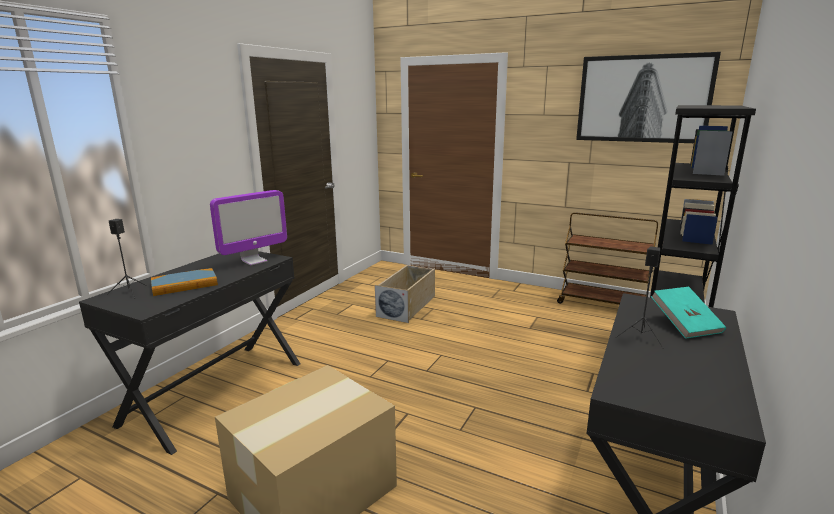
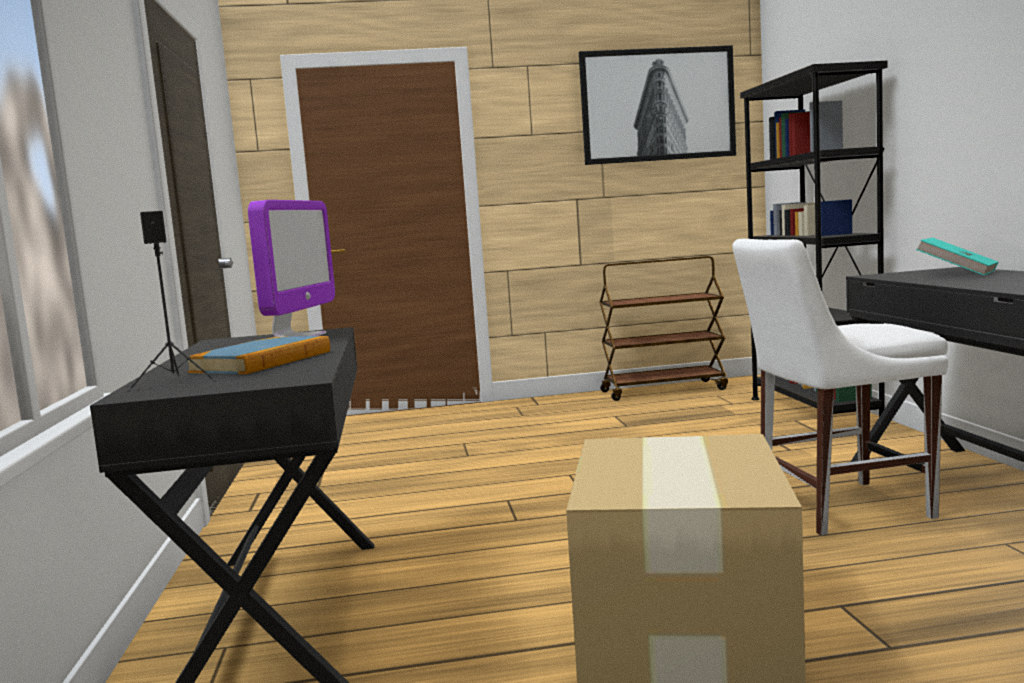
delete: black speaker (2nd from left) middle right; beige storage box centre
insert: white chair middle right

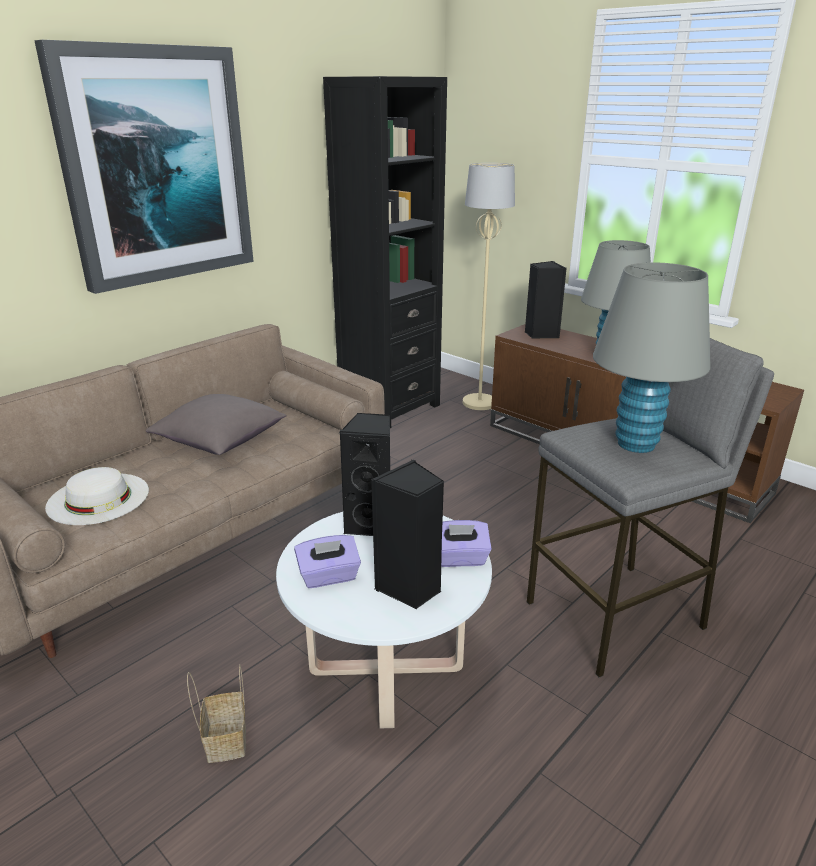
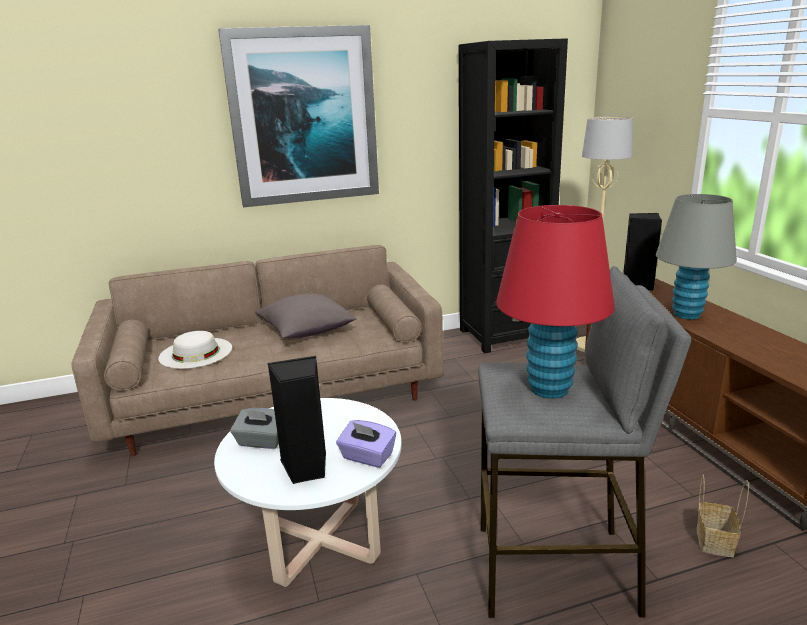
delete: black speaker (1st from left) centre
move: basket bottom left to bottom right
recolor: grey table lamp (2nd from left) middle right to red table lamp middle right; purple tissue box (1st from left) centre to grey tissue box bottom left

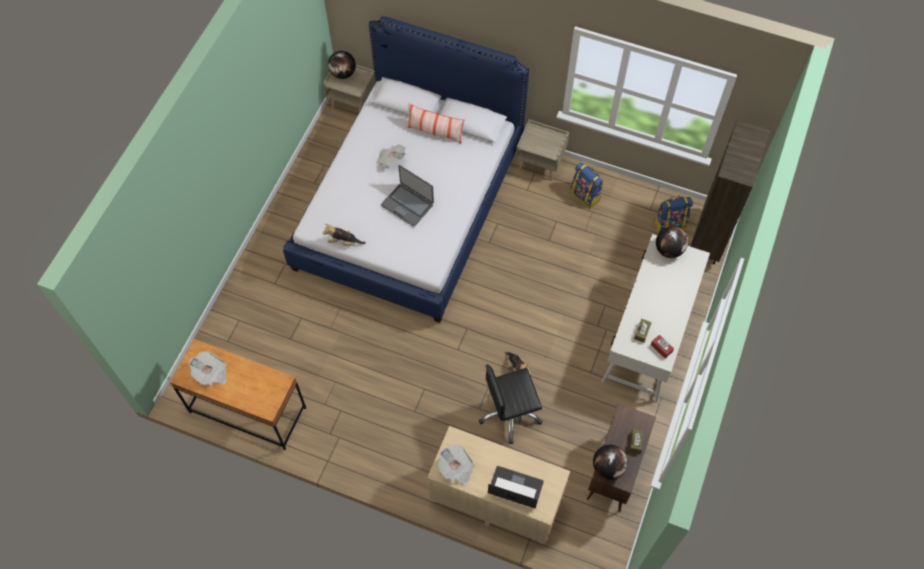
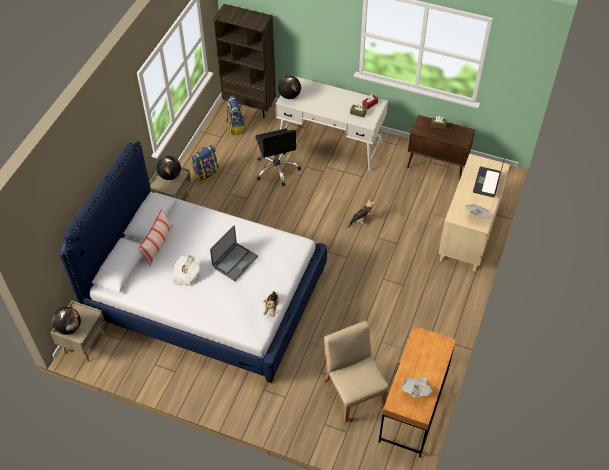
insert: beige chair bottom centre
move: black office chair bottom centre to centre; globe (2nd from left) bottom centre to middle left

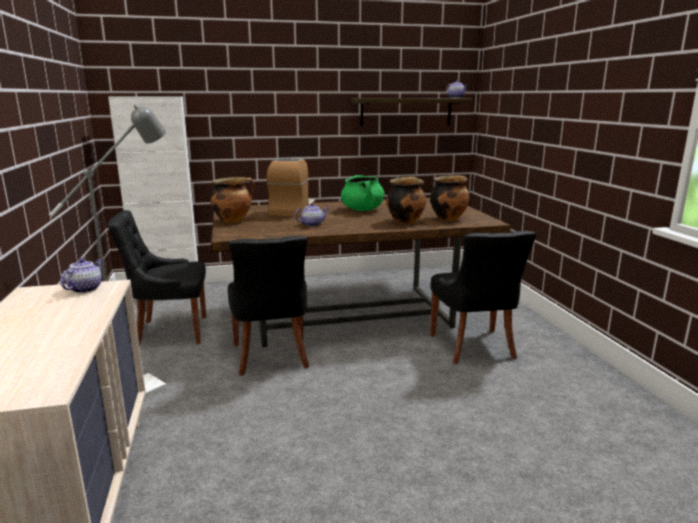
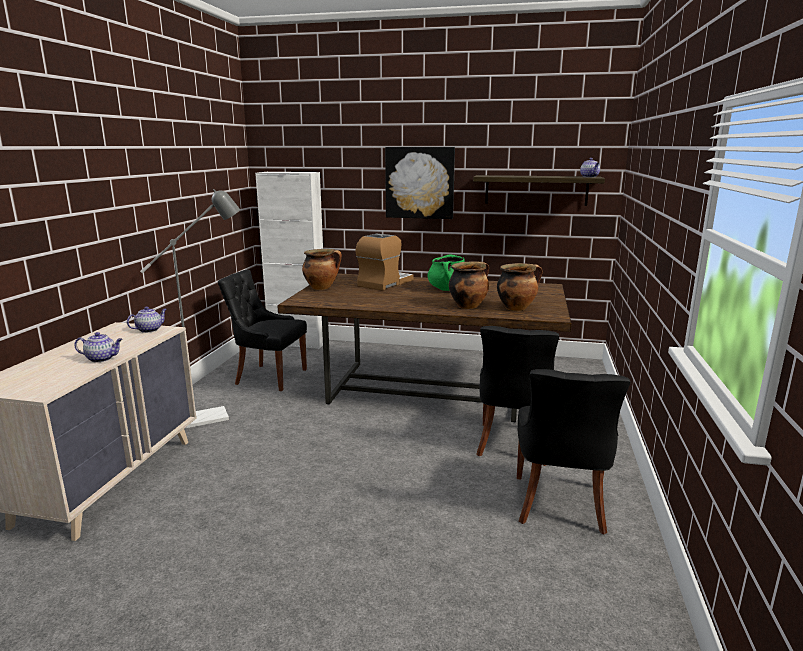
insert: picture top centre
move: teapot (2nd from left in the first image) centre to teapot (1st from left) middle left; black chair (2nd from left in the first image) centre to black chair (3rd from left) bottom right

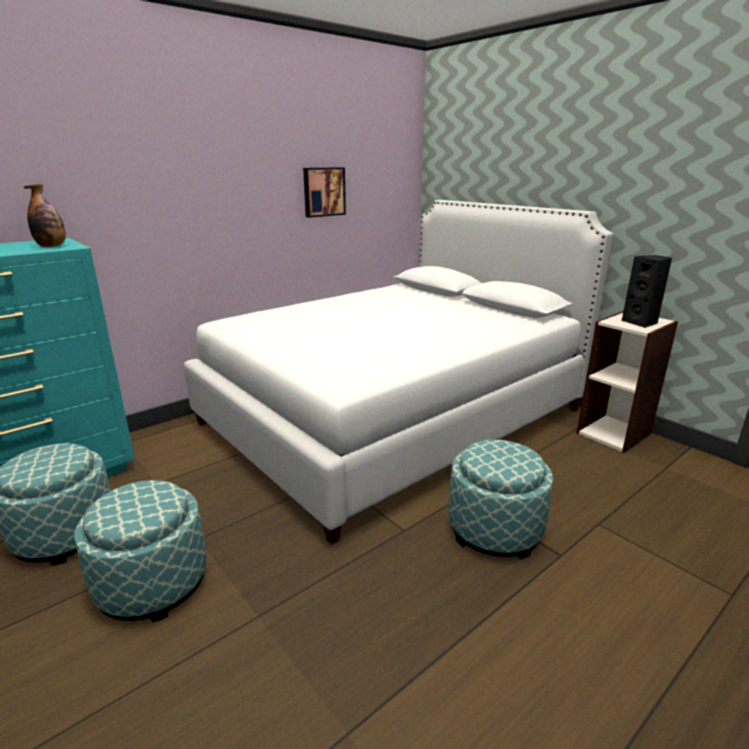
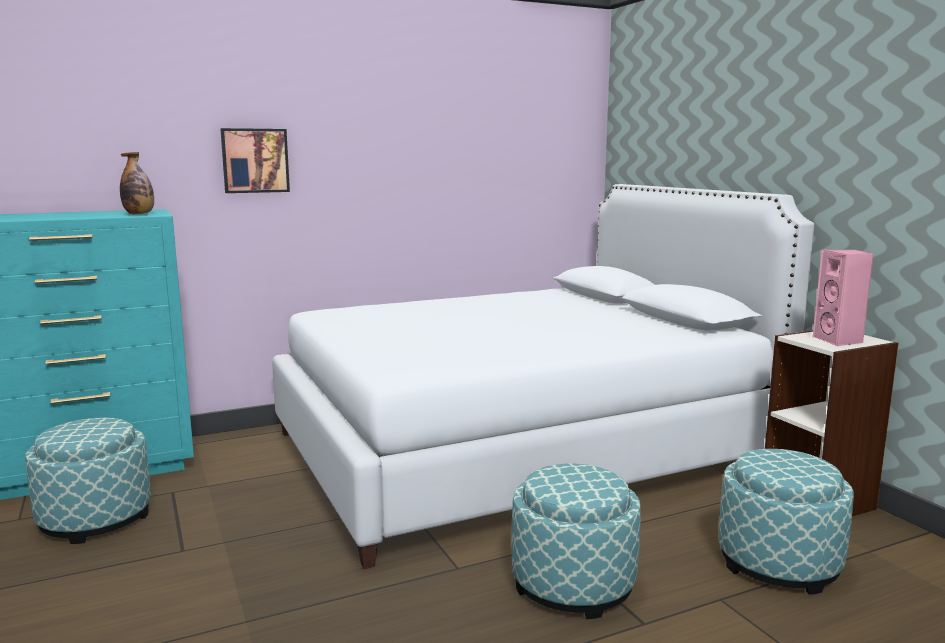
move: picture top centre to top left; ottoman (2nd from left in the first image) bottom left to ottoman (3rd from left) bottom right
recolor: black speaker middle right to pink speaker middle right

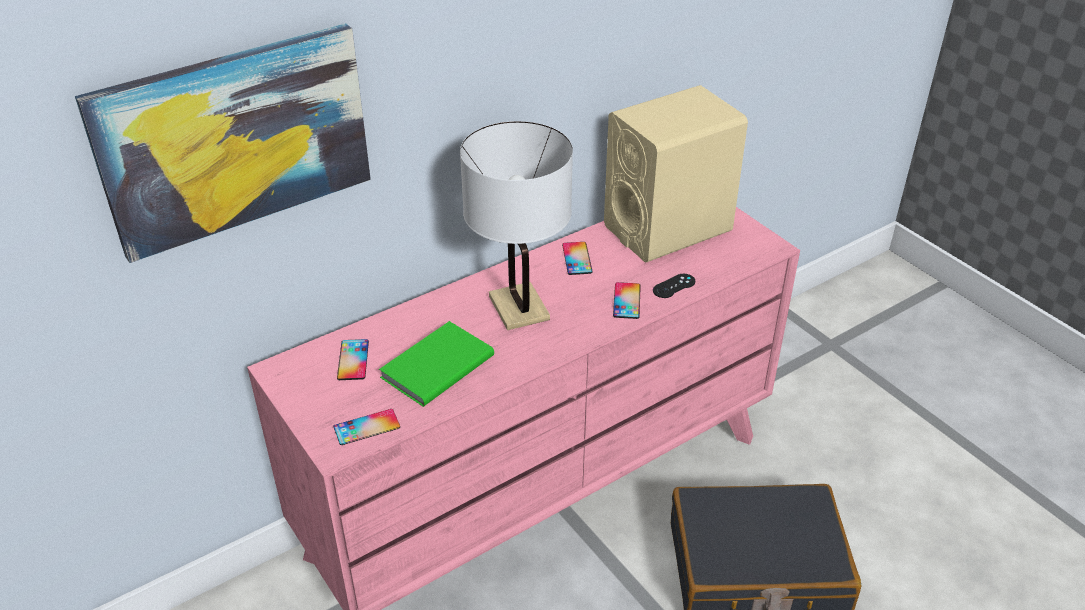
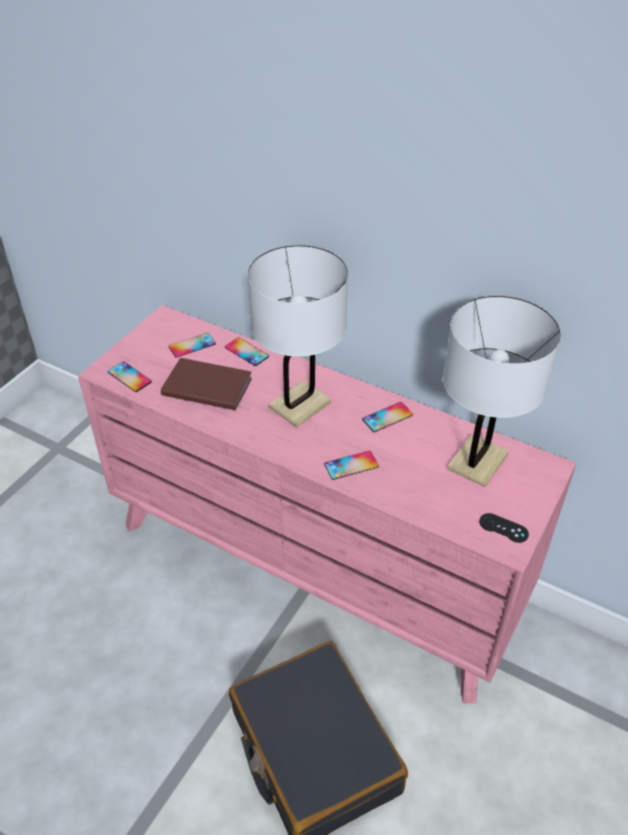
delete: picture top left
insert: phone (3rd from left) centre
move: black game controller centre to middle right
replace: beige speaker top centre to white table lamp (2nd from left) middle right
recolor: green book centre to brown book middle left

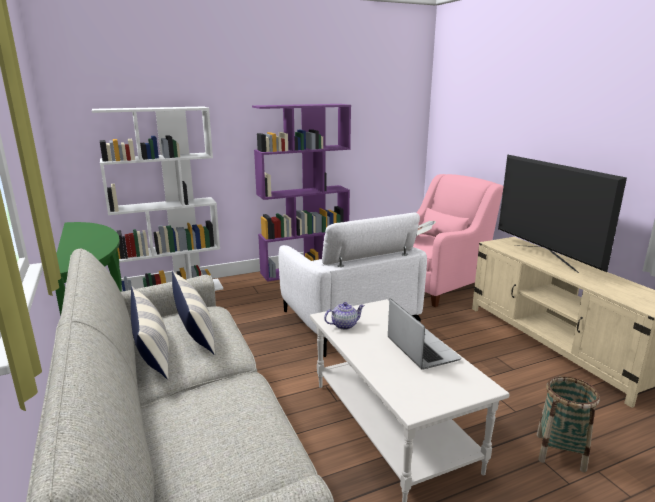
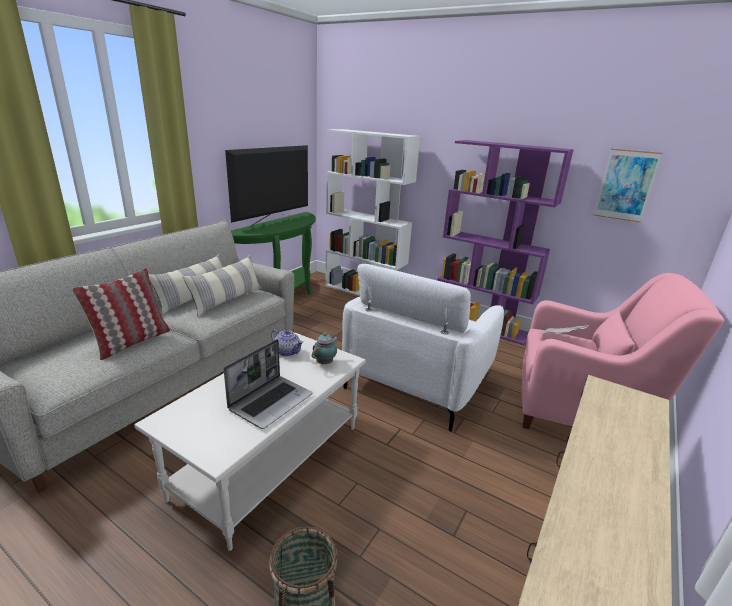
insert: picture top right; pillow (1st from left) middle left; teapot (2nd from left) centre
move: television middle right to top centre

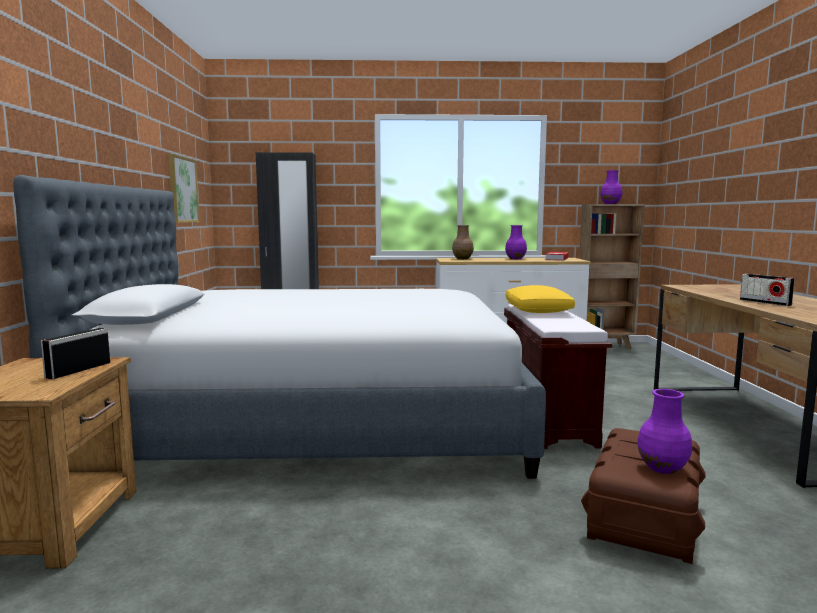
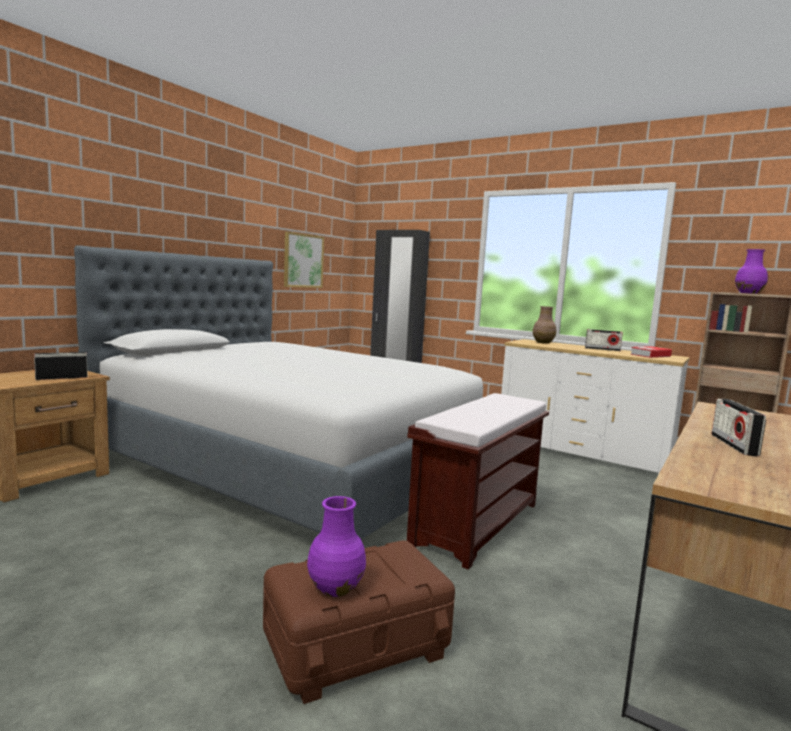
delete: yellow pillow centre
replace: purple vase (1st from left) centre to radio (2nd from left) middle right

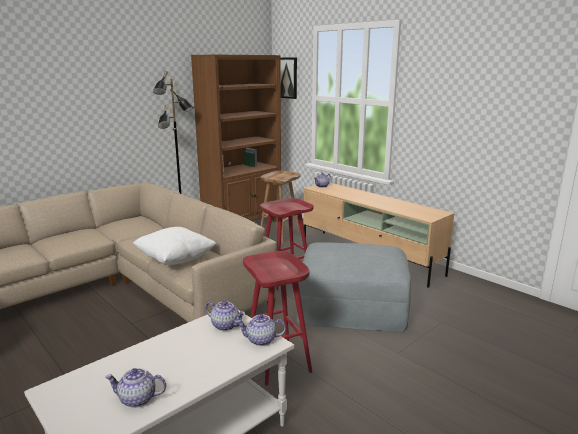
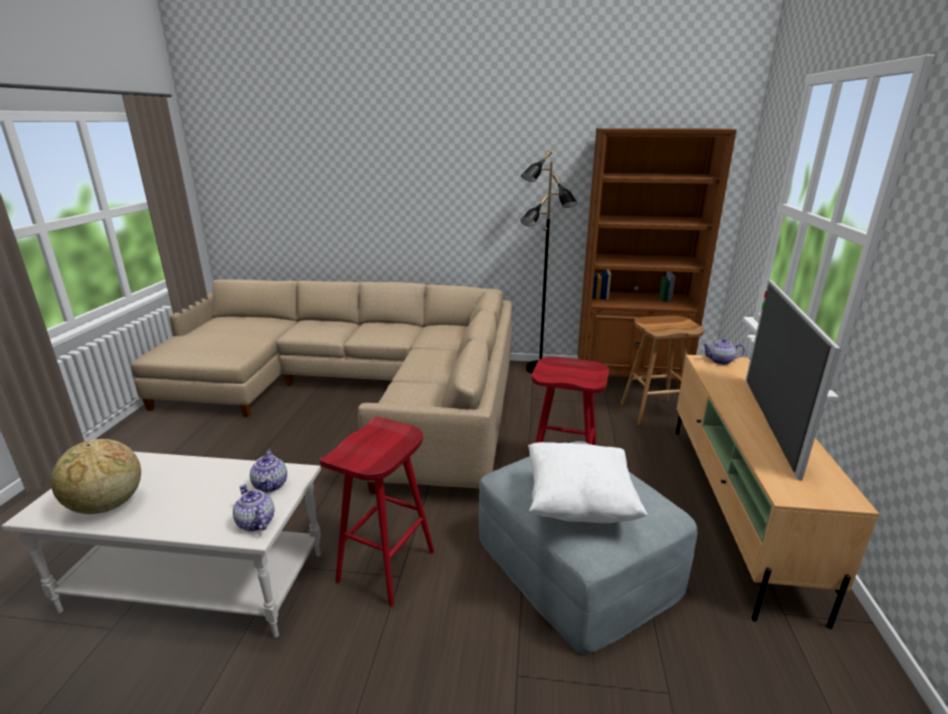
delete: picture top centre
insert: television middle right
move: white pillow middle left to bottom centre
replace: teapot (1st from left) bottom left to globe bottom left

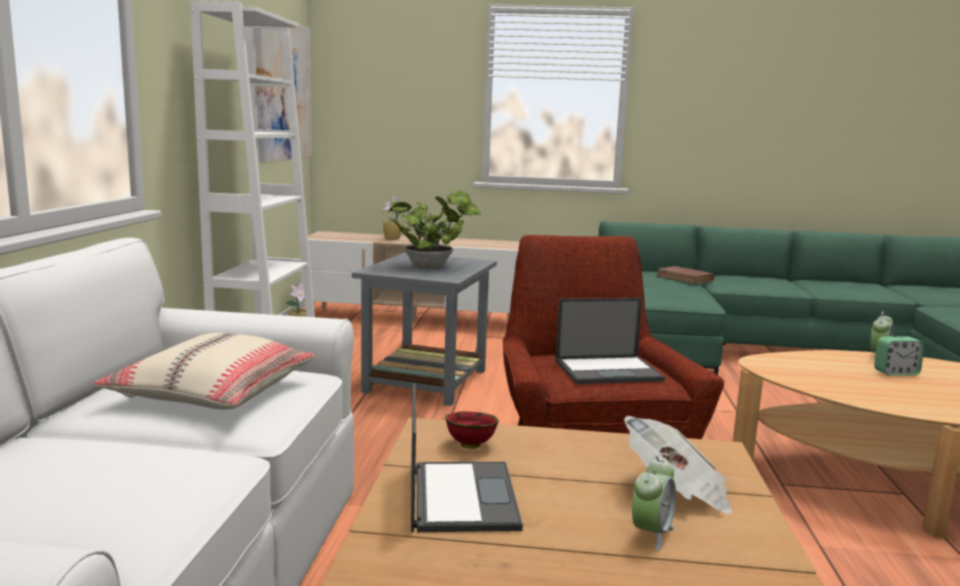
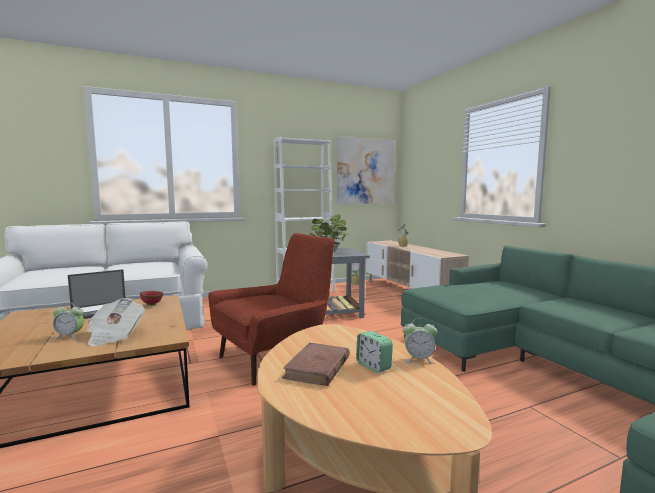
delete: laptop (2nd from left) centre; beige pillow middle left
move: brown book middle right to bottom centre

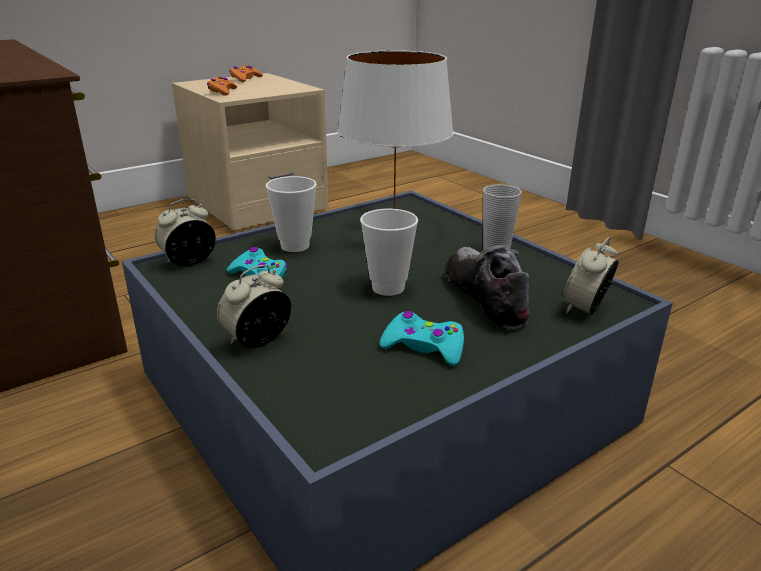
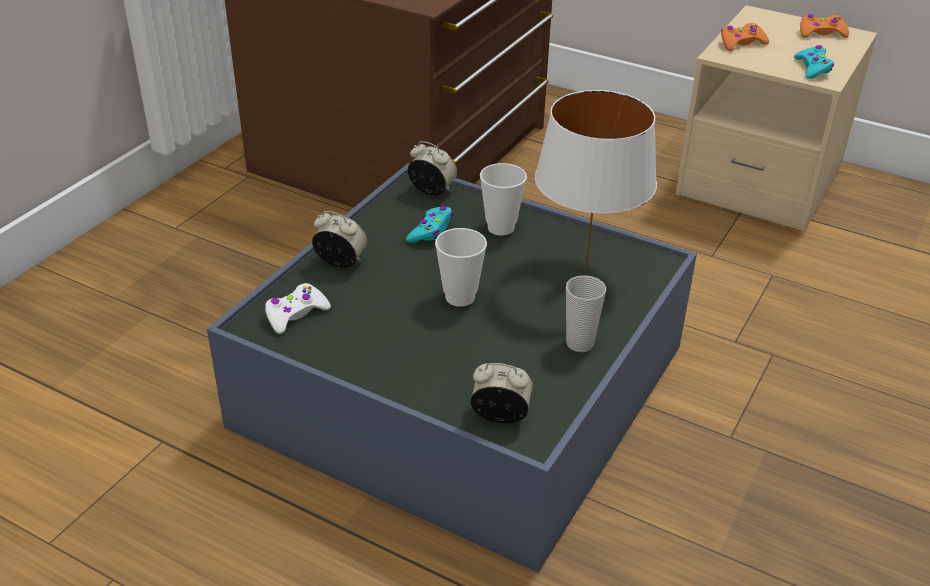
delete: shoe centre
insert: white game controller middle left
move: turquoise game controller (2nd from left) centre to top right

